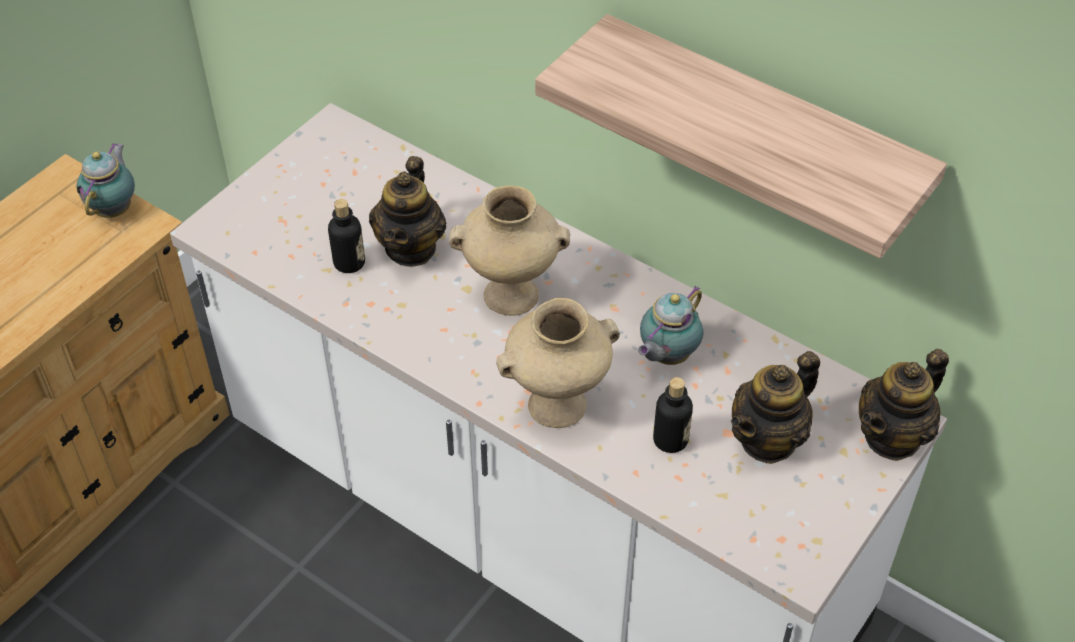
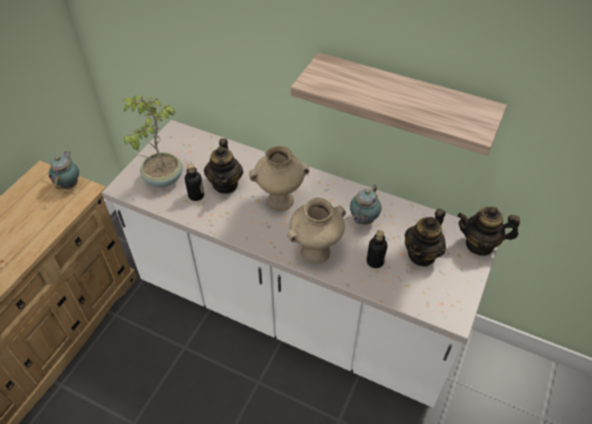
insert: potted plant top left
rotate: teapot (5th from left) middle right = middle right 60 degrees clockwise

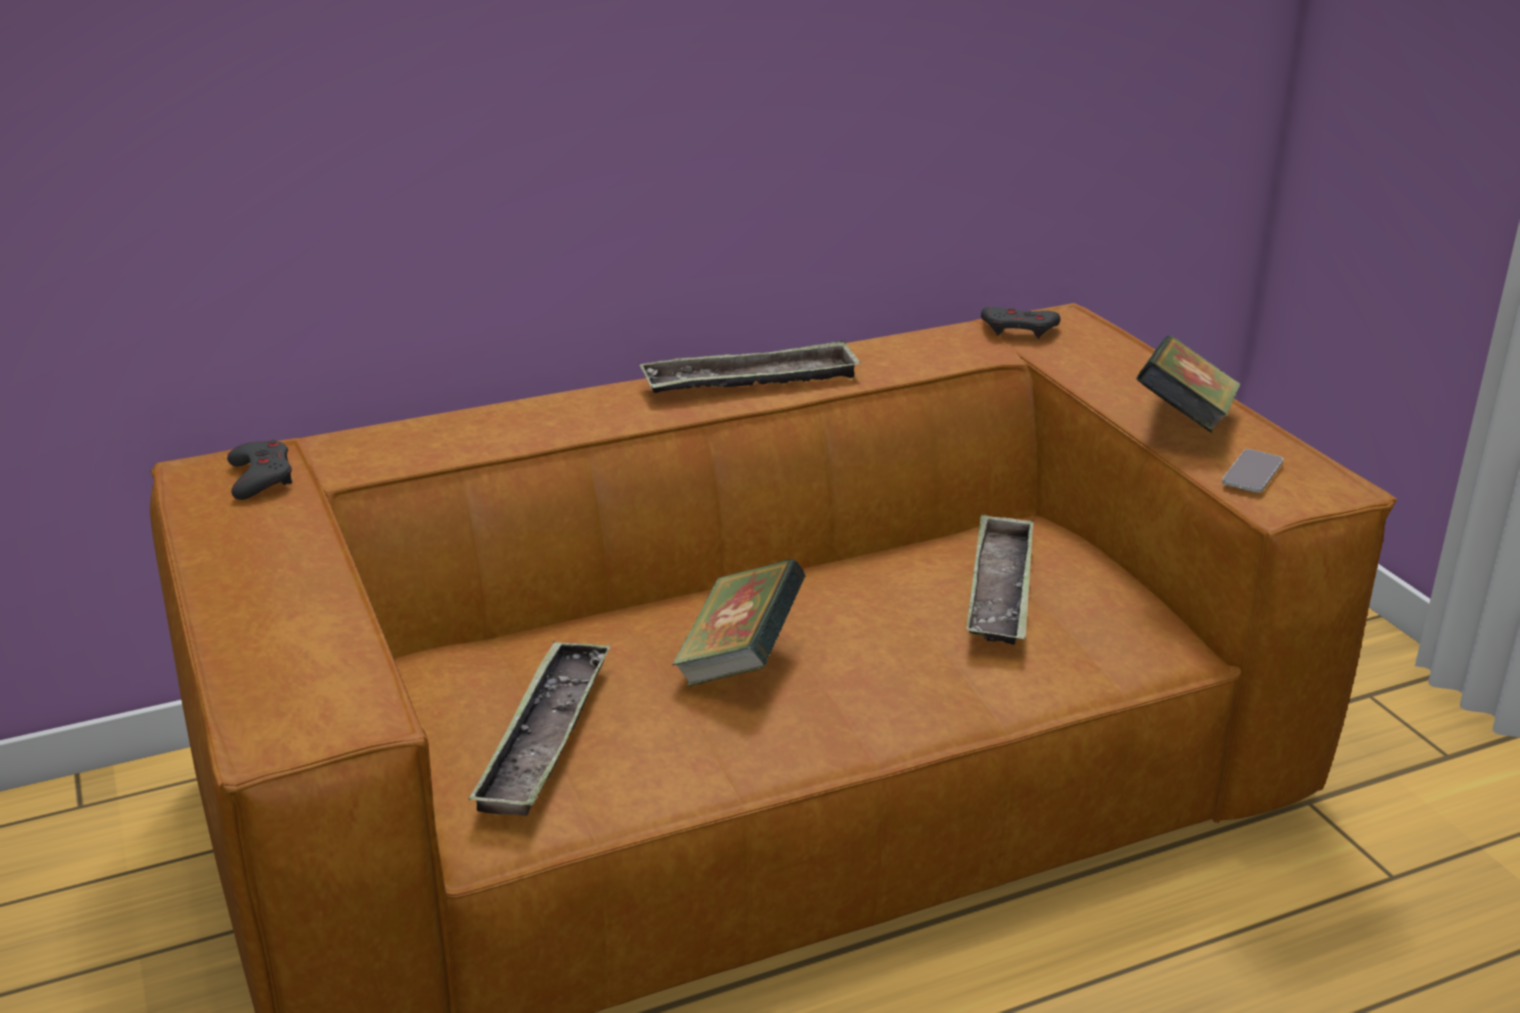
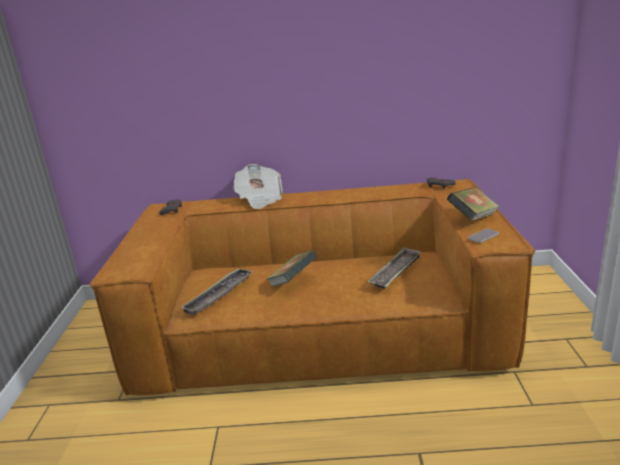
delete: tray (2nd from left) centre
insert: newspaper centre

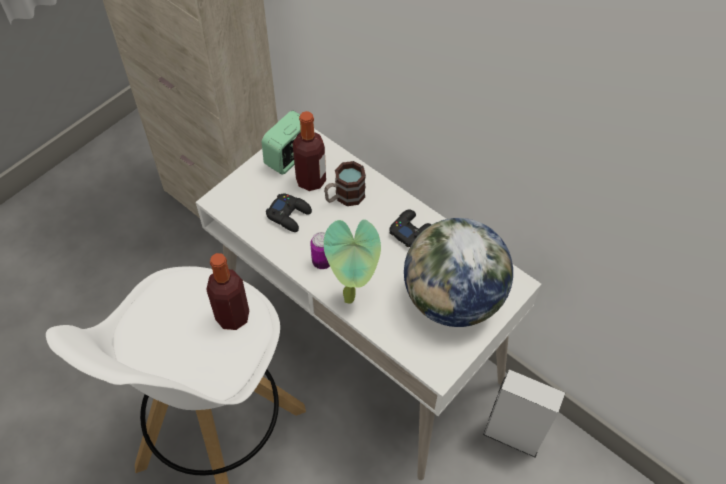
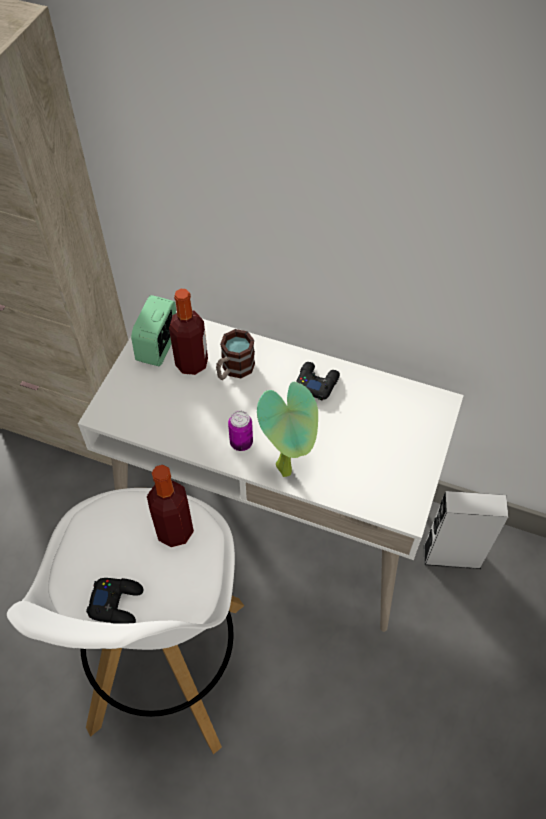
delete: globe centre
move: black game controller (1st from left) centre to bottom left

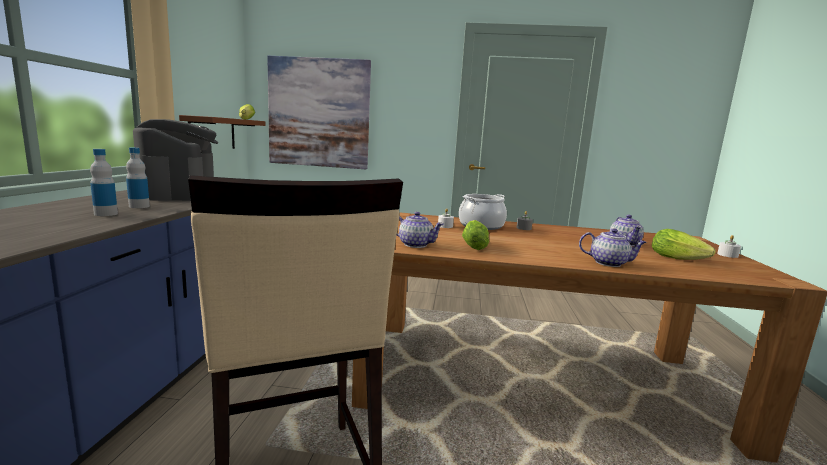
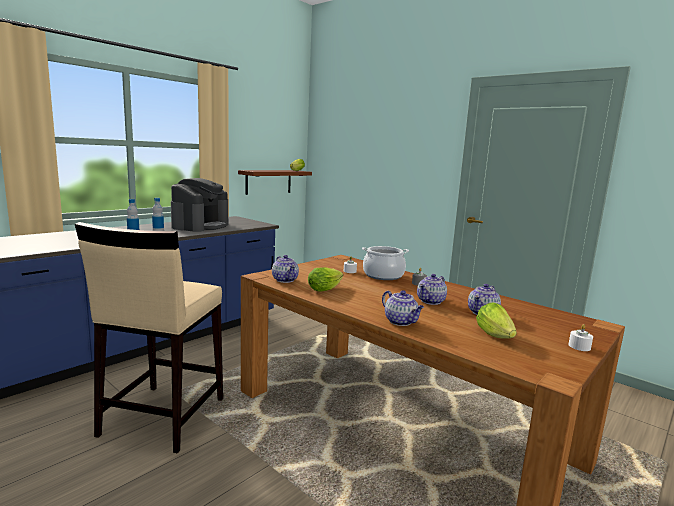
delete: picture top centre
insert: teapot (3rd from left) centre

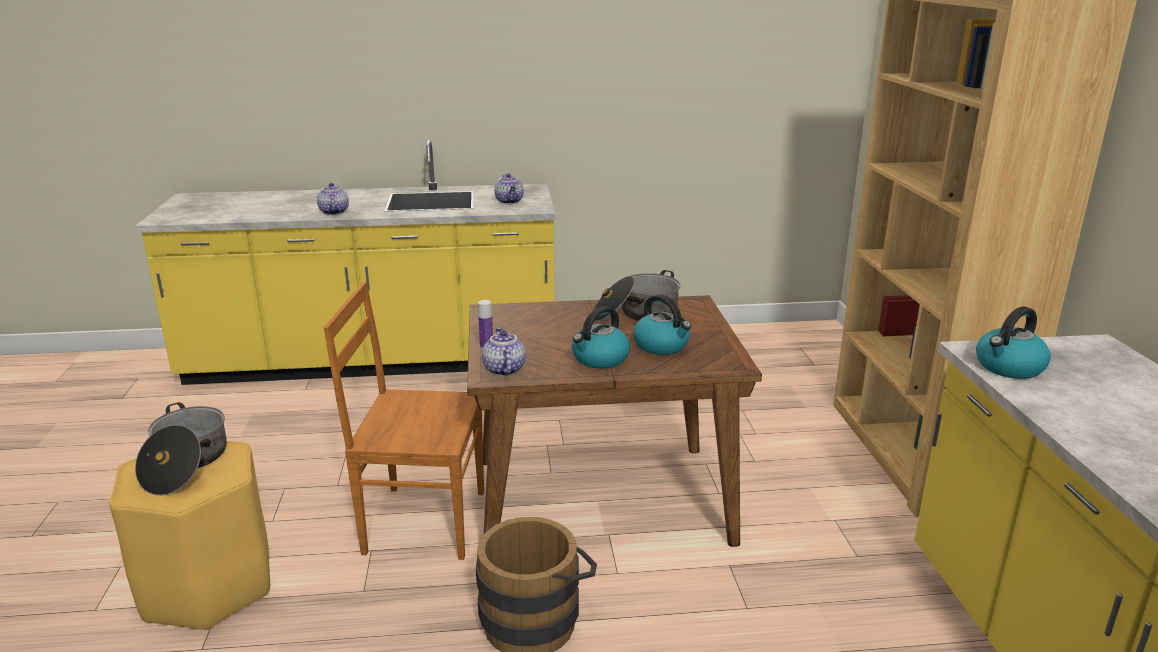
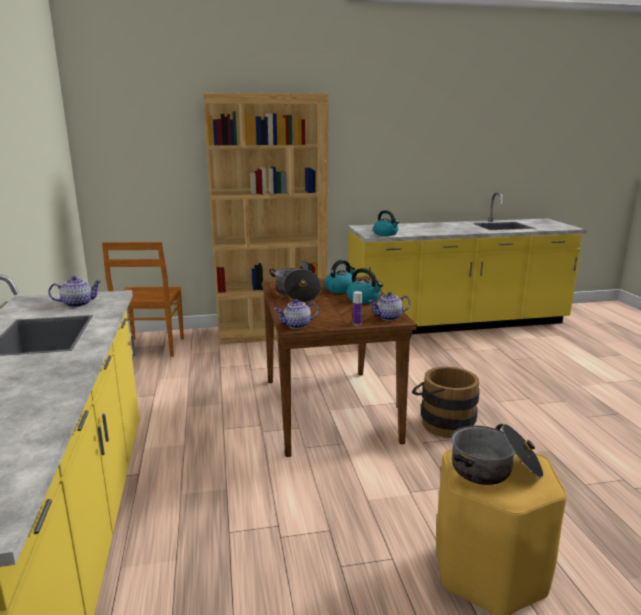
move: teapot (1st from left in the first image) top left to teapot (2nd from left) centre; brown chair centre to middle left

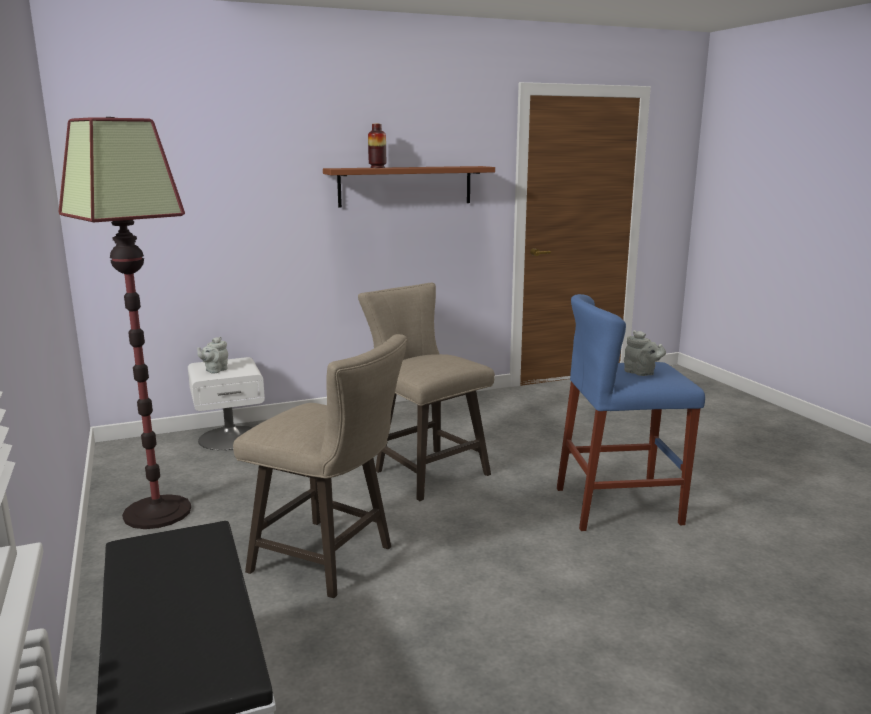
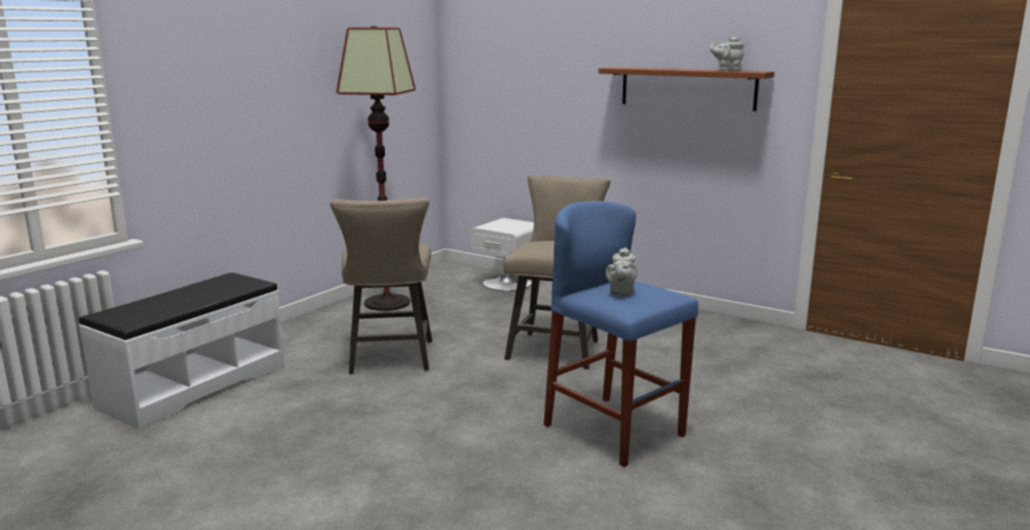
delete: vase top centre
move: grey teapot (1st from left in the first image) middle left to grey teapot (2nd from left) top right

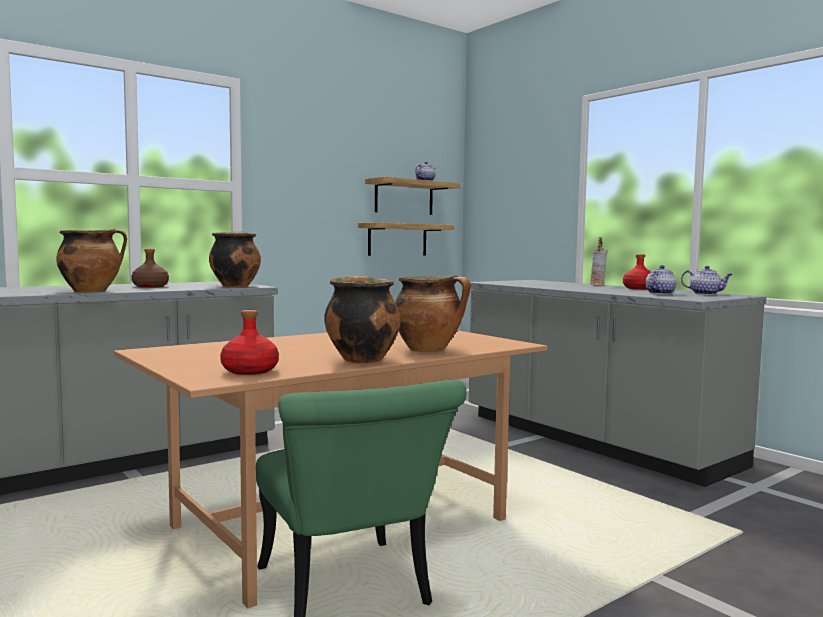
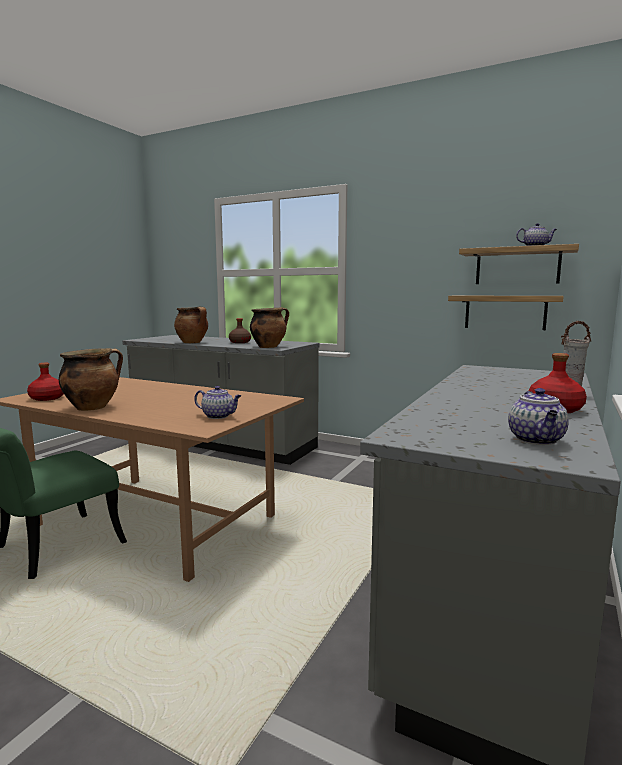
delete: cooking pot (4th from left) centre
move: teapot (2nd from left in the first image) middle right to teapot (1st from left) centre

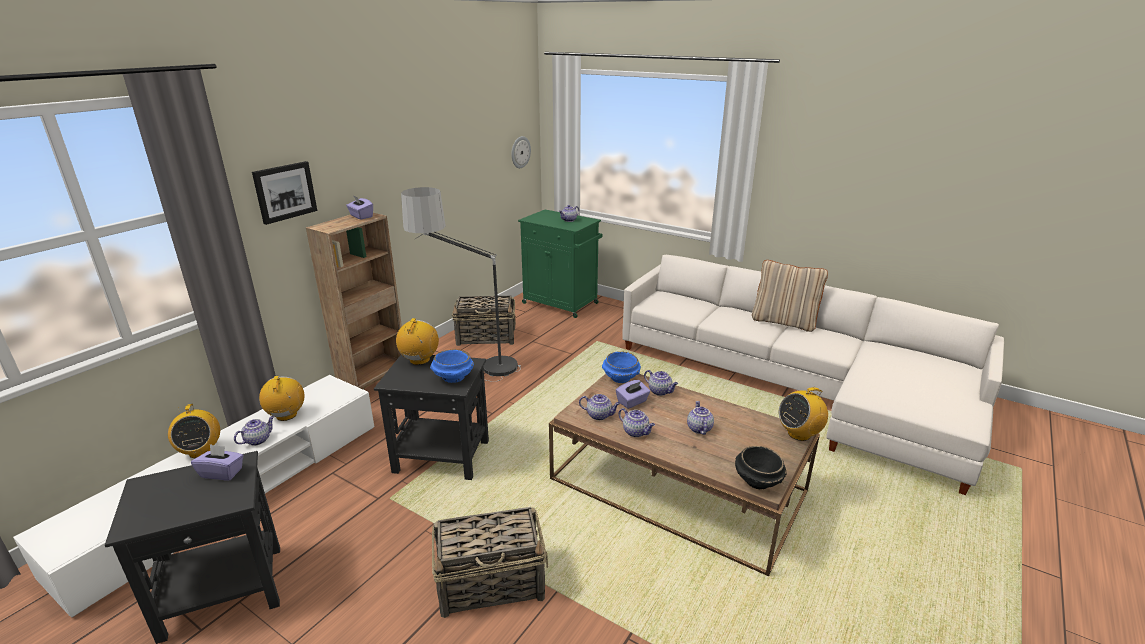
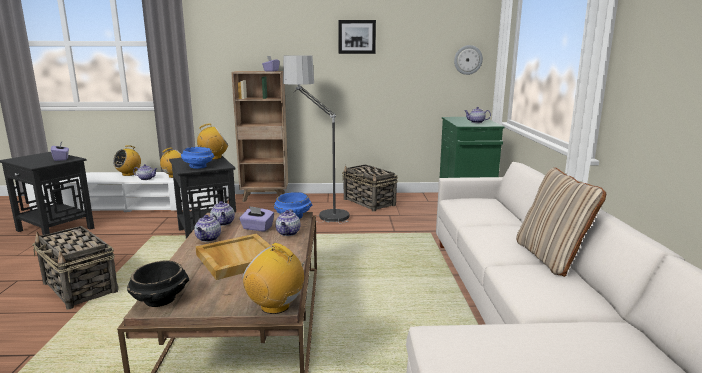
move: picture top left to top centre
replace: teapot (6th from left) centre to beige tray bottom left

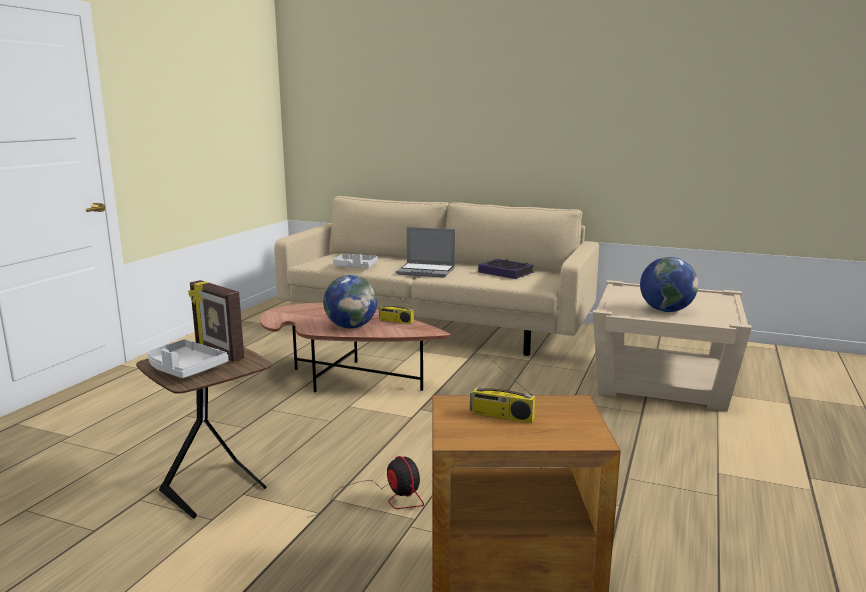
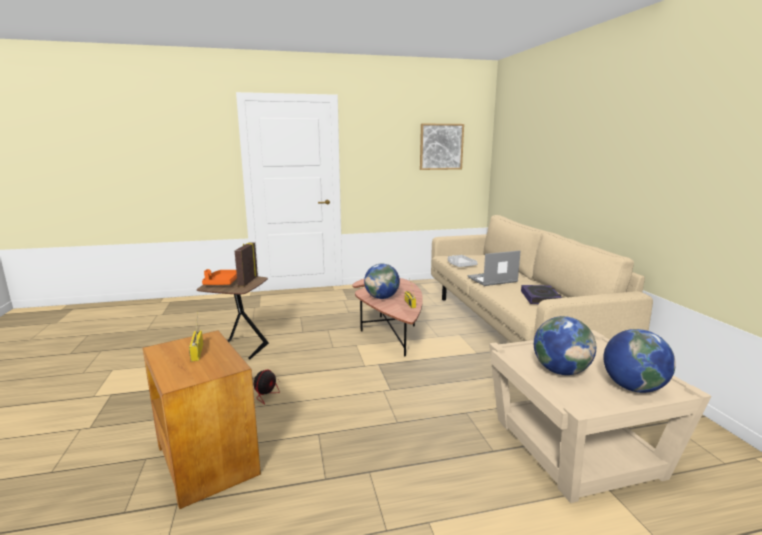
insert: picture top centre; globe (3rd from left) bottom right
recolor: grey tray (1st from left) middle left to orange tray middle left
rotate: laptop centre = centre 90 degrees clockwise

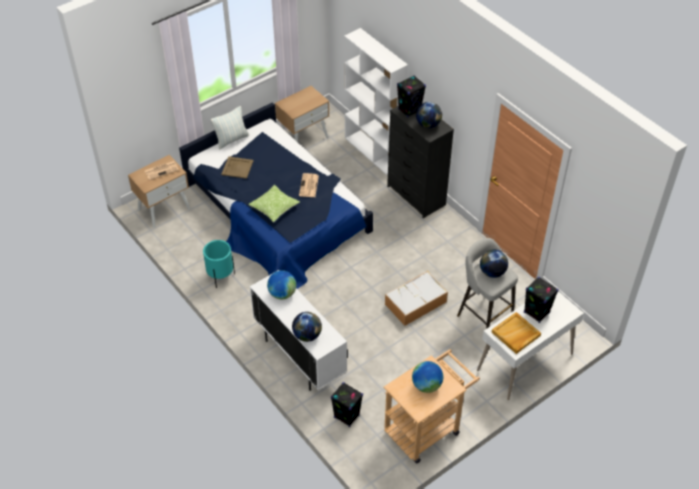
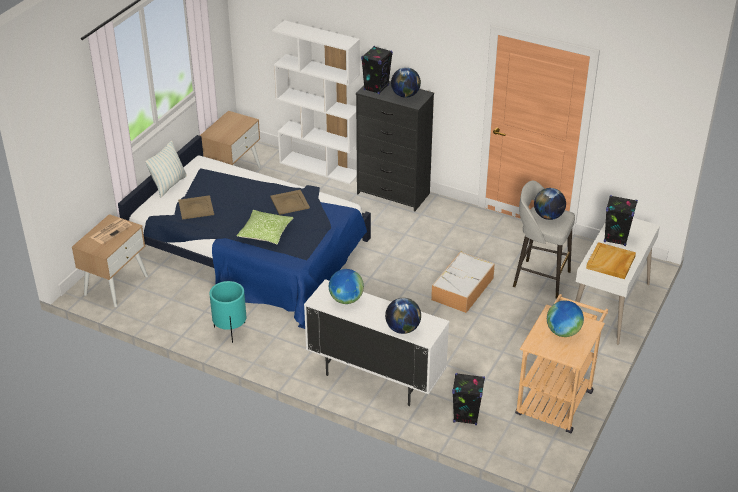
replace: newspaper (2nd from left) centre to beige tray (2nd from left) centre

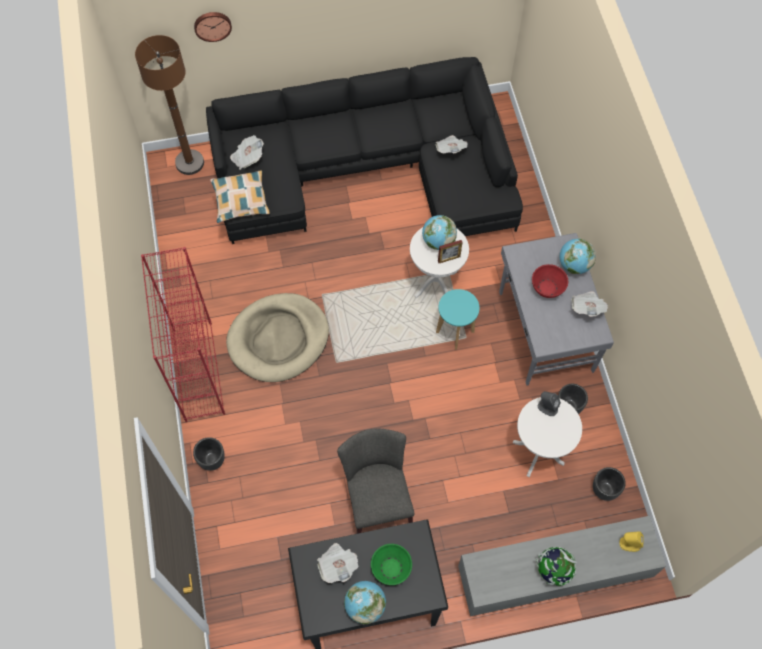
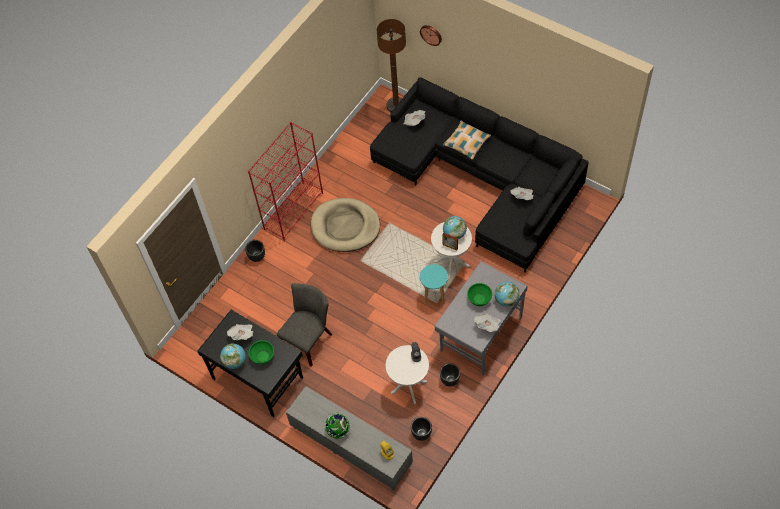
move: pillow top left to top centre
recolor: red bowl middle right to green bowl (2nd from left) centre

